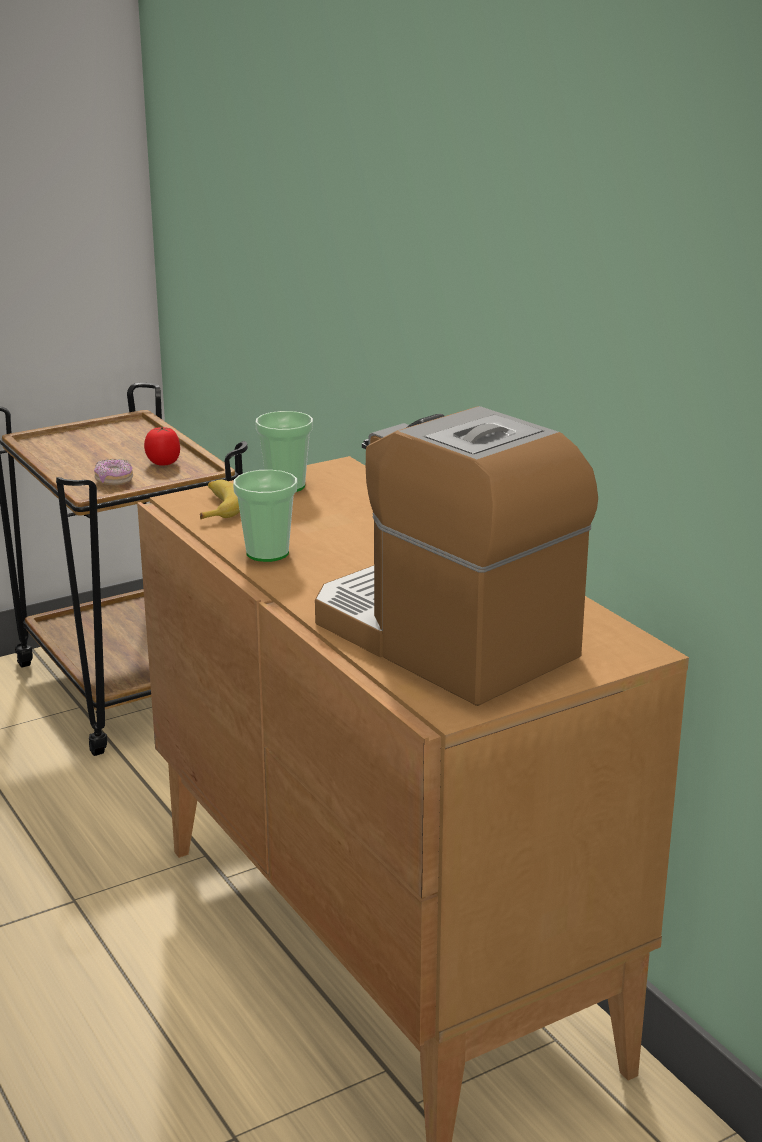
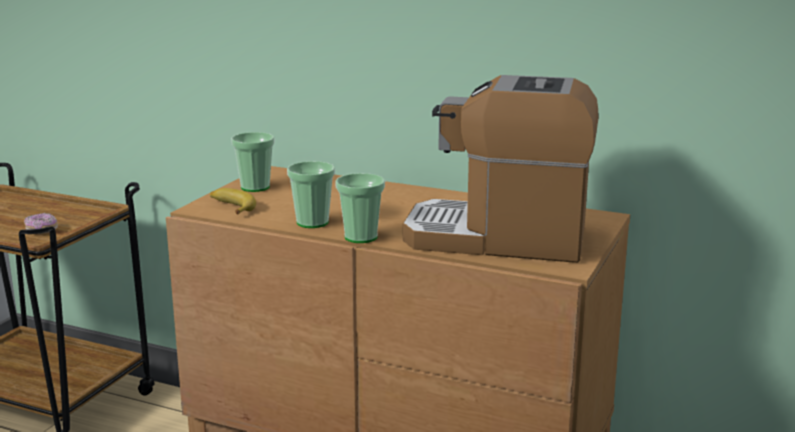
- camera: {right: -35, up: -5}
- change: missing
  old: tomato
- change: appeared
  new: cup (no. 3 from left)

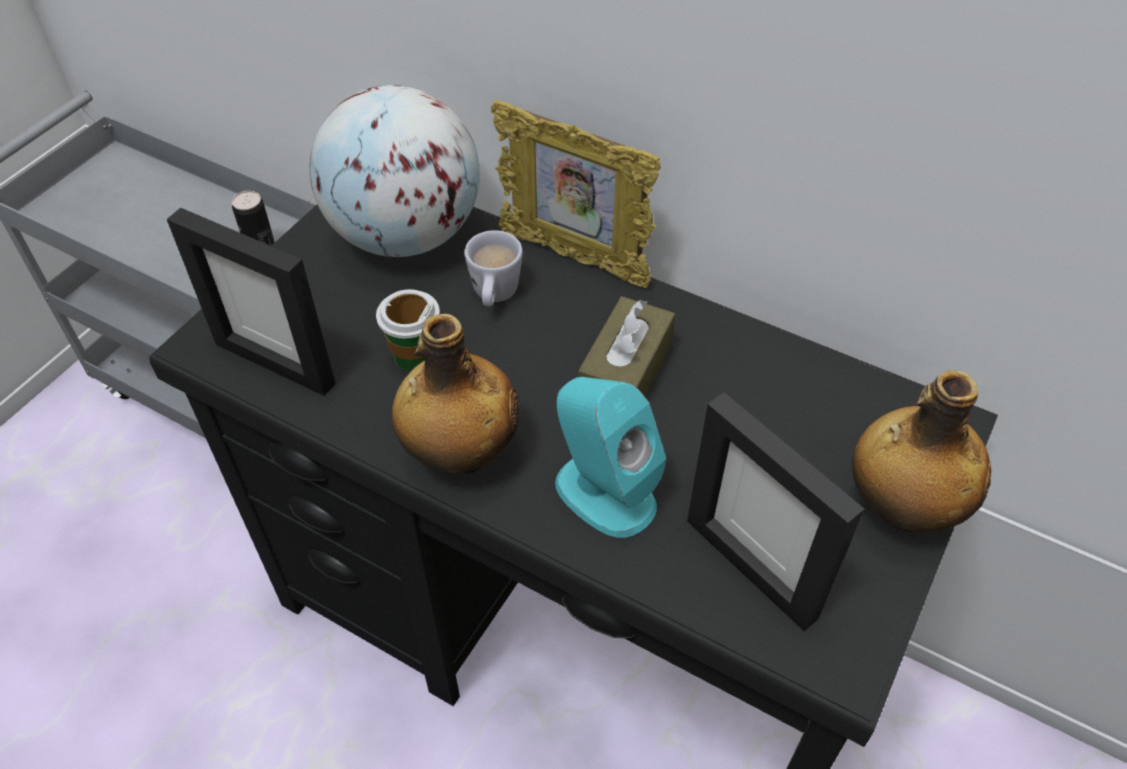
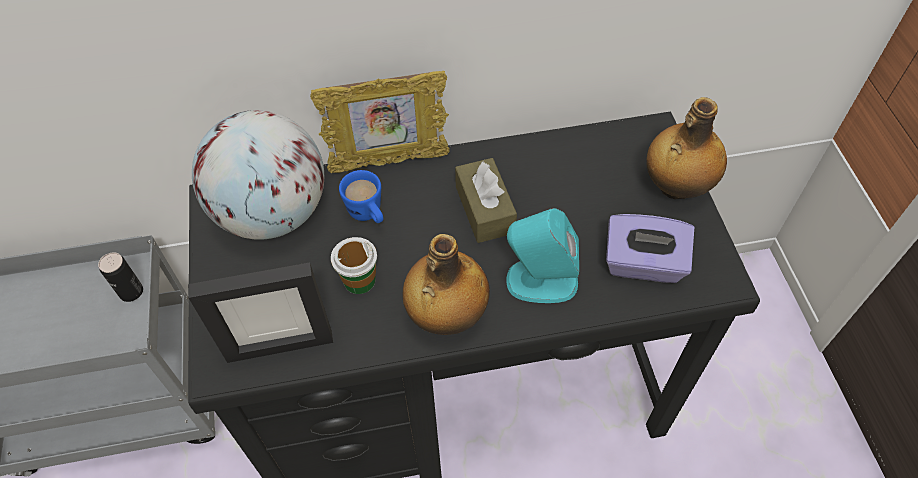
- camera: {right: -40, up: 5}
- change: colour
  old: white mug
  new: blue mug
- change: exchanged
  old: picture frame (no. 3 from left)
  new: purple tissue box

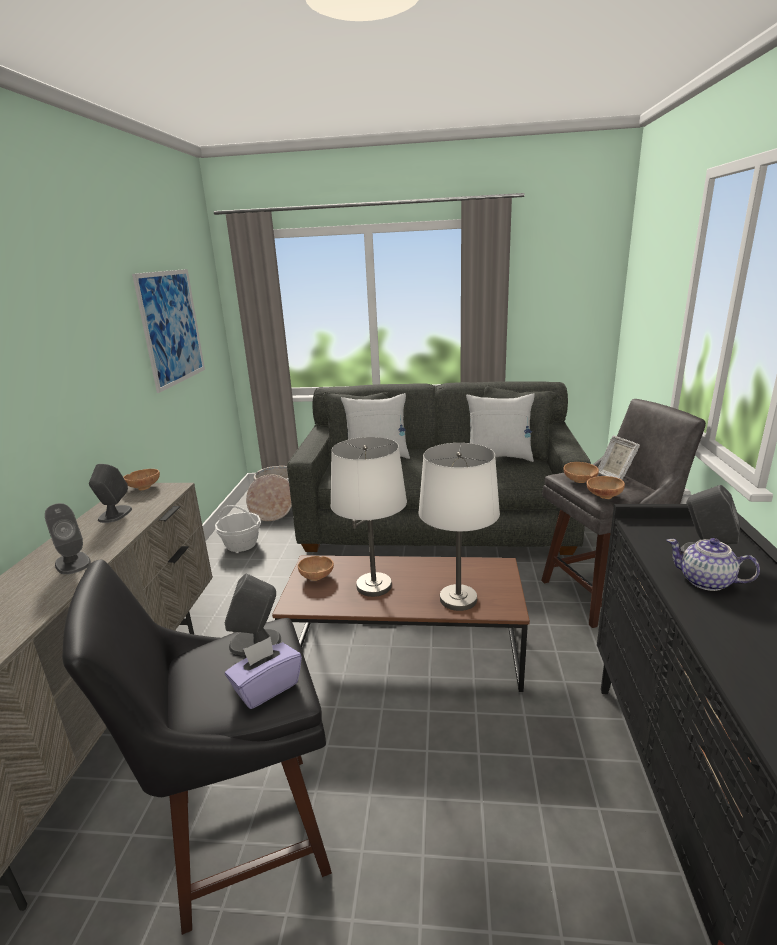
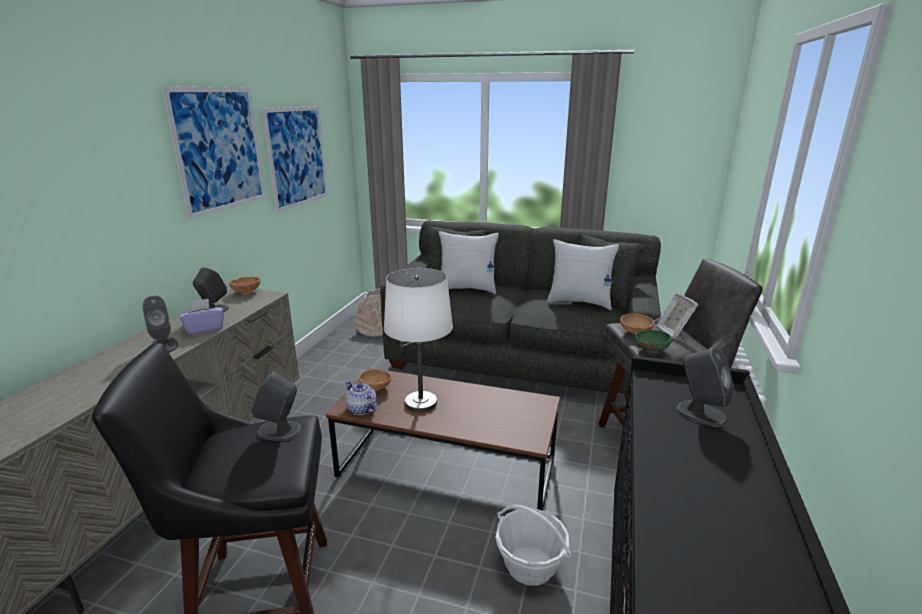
- camera: {right: 10, up: 0}
- change: relocated
  old: basket (no. 1 from left in the first image)
  new: basket (no. 2 from left)
- change: relocated
  old: purple tissue box
- change: missing
  old: white table lamp (no. 2 from left)
- change: colour
  old: brown bowl (no. 4 from left)
  new: green bowl
- change: relocated
  old: teapot
- change: appeared
  new: picture (no. 1 from left)

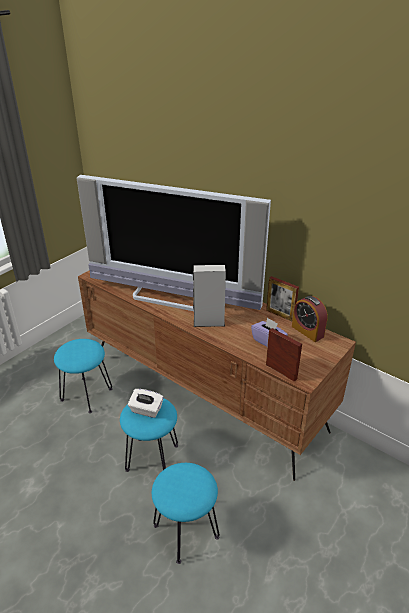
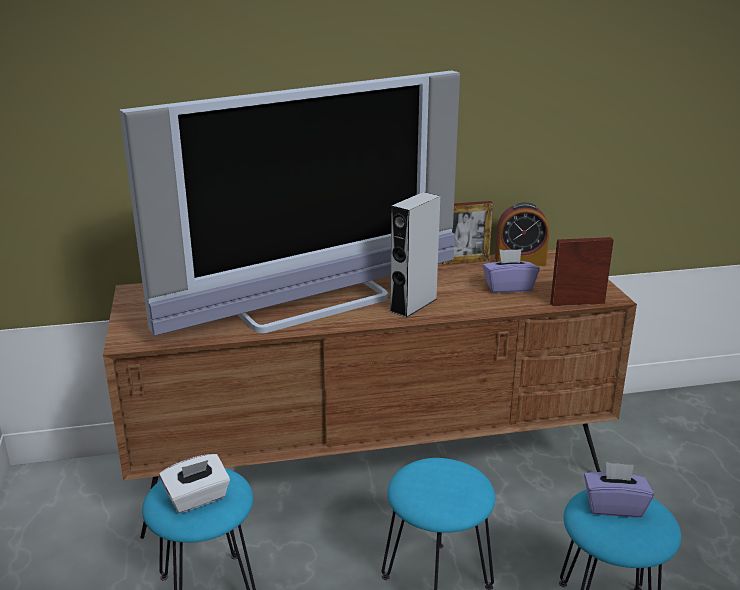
- camera: {right: -50, up: -10}
- change: relocated
  old: white tissue box
- change: appeared
  new: purple tissue box (no. 2 from left)

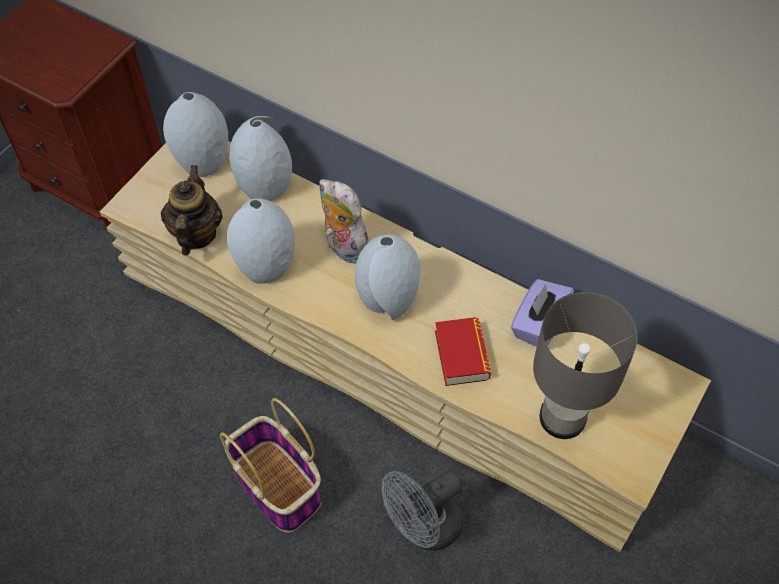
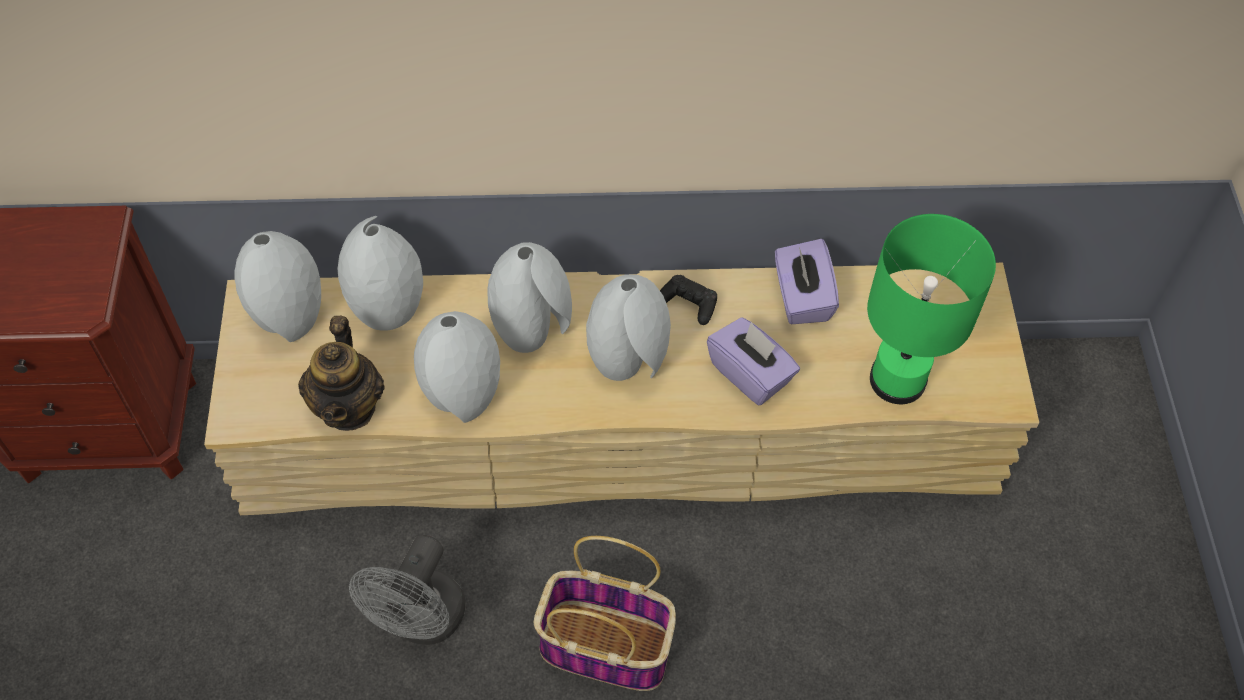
- camera: {right: -35, up: 0}
- change: spun
  old: teapot
  degrees: -150
- change: exchanged
  old: plush toy
  new: grey vase (no. 4 from left)
- change: relocated
  old: grey fan
- change: exchanged
  old: book
  new: purple tissue box (no. 1 from left)
- change: colour
  old: grey table lamp
  new: green table lamp
- change: appeared
  new: black game controller

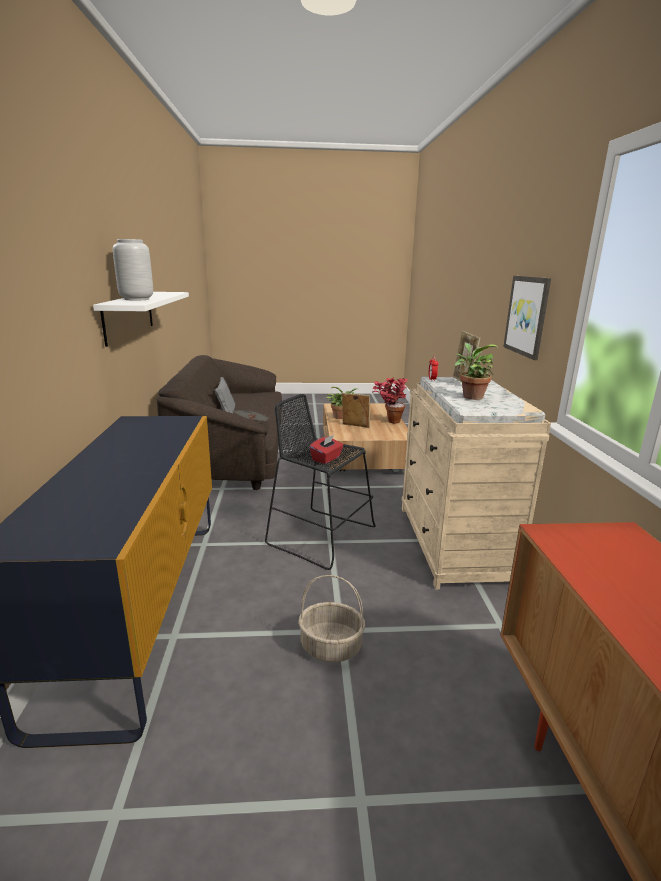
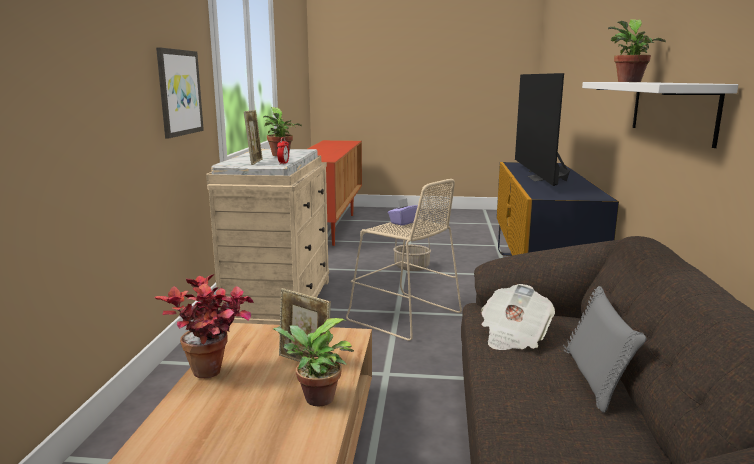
- camera: {right: -170, up: -5}
- change: exchanged
  old: grey vase
  new: potted plant (no. 4 from left)
- change: colour
  old: black stool
  new: beige stool
- change: colour
  old: red tissue box
  new: purple tissue box
- change: appeared
  new: television

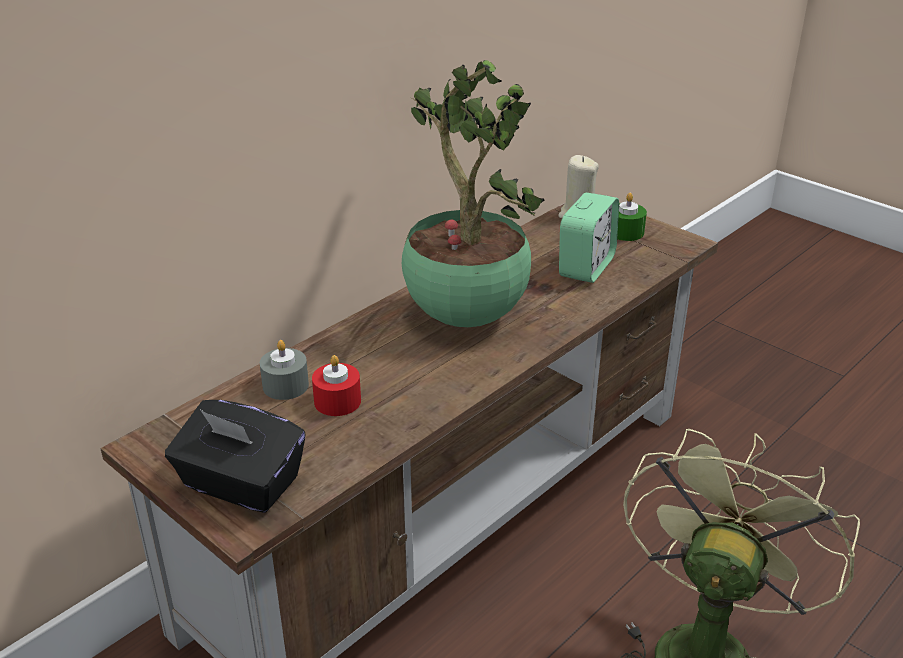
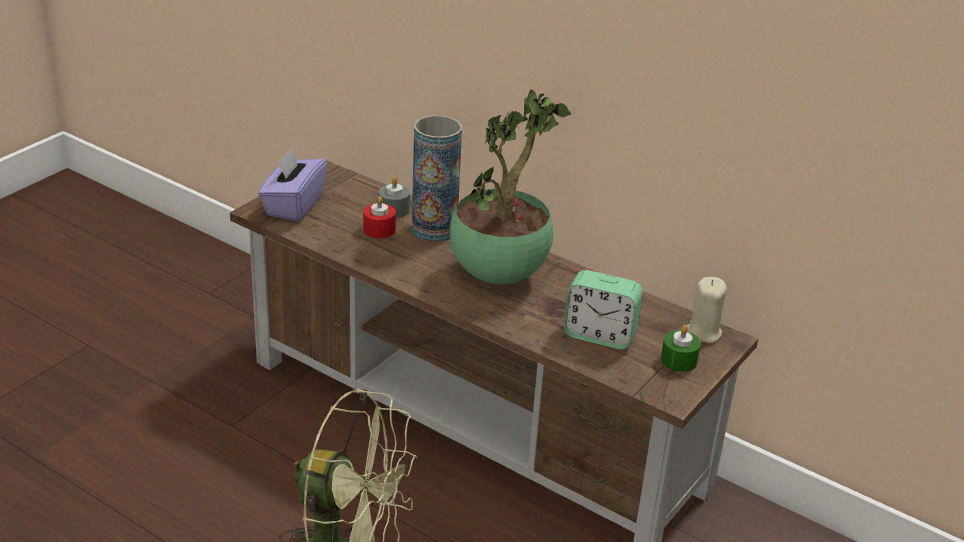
- camera: {right: 80, up: 0}
- change: colour
  old: black tissue box
  new: purple tissue box
- change: appeared
  new: vase

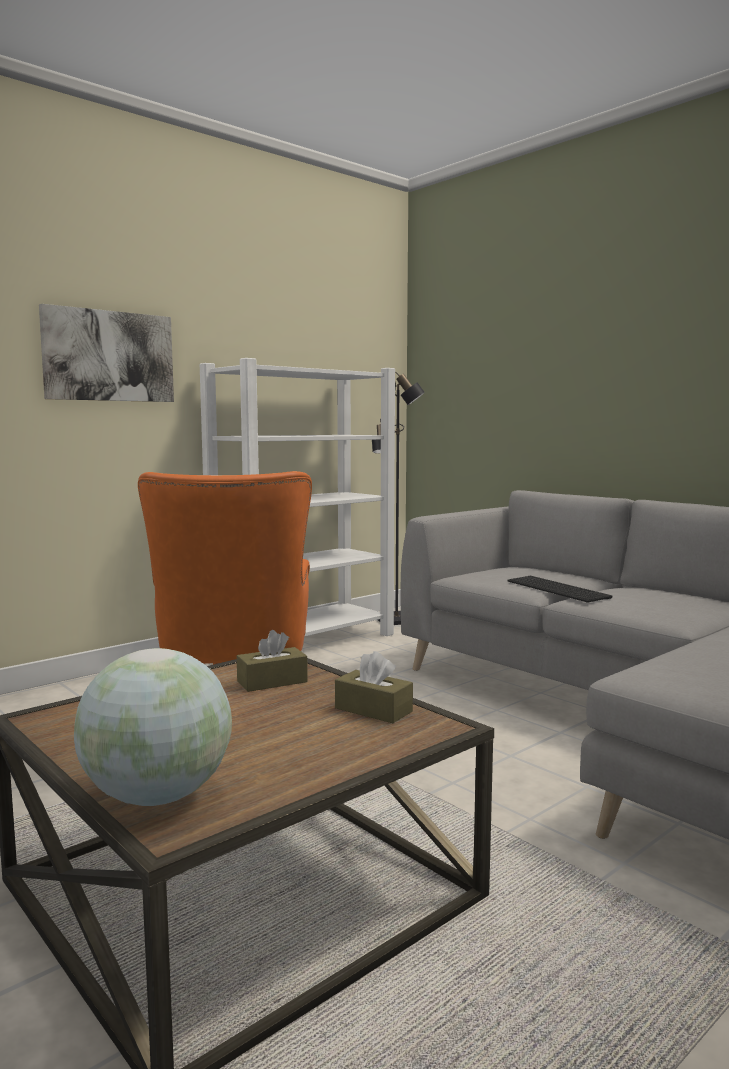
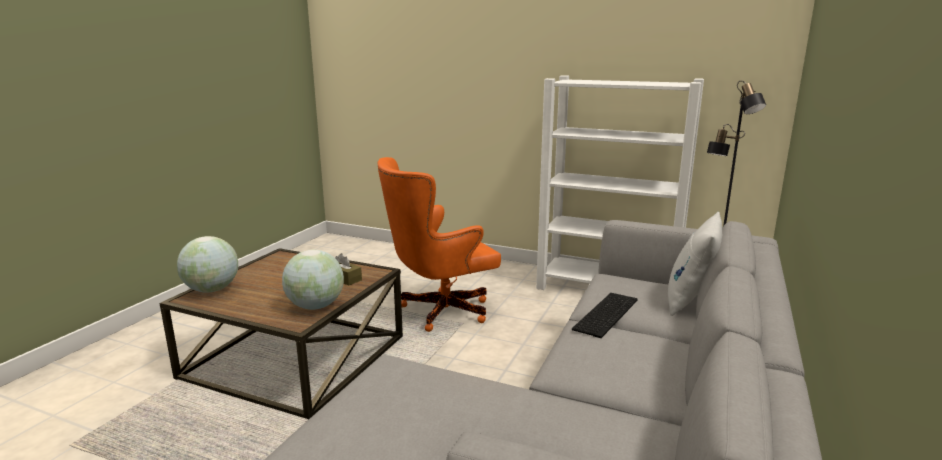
- camera: {right: 65, up: 10}
- change: missing
  old: picture
- change: exchanged
  old: brown tissue box (no. 2 from left)
  new: globe (no. 2 from left)
- change: appeared
  new: grey pillow

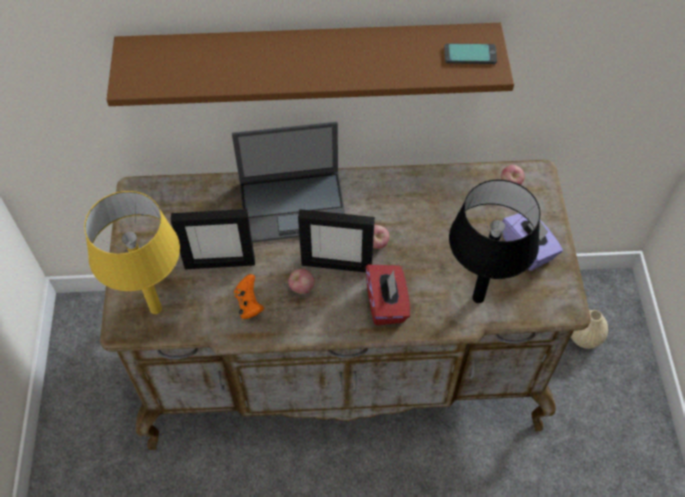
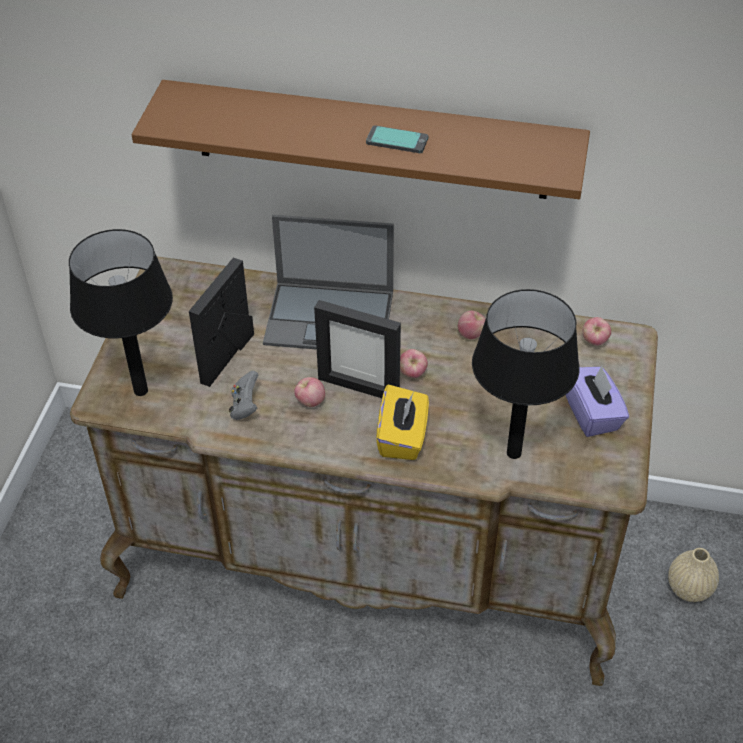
- camera: {right: 15, up: -10}
- change: colour
  old: yellow table lamp
  new: black table lamp (no. 1 from left)
- change: spun
  old: picture frame (no. 1 from left)
  degrees: 105
- change: colour
  old: orange game controller
  new: grey game controller
- change: colour
  old: red tissue box
  new: yellow tissue box
- change: relocated
  old: phone
- change: appeared
  new: apple (no. 3 from left)

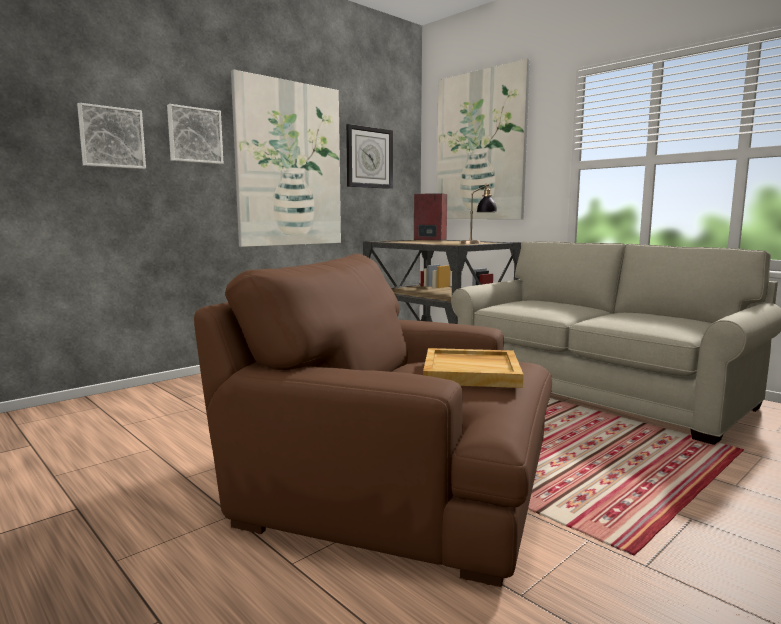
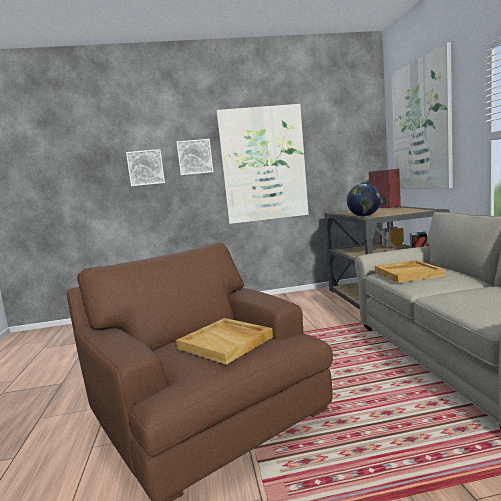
- camera: {right: 35, up: 0}
- change: missing
  old: wall clock
- change: missing
  old: table lamp
- change: appeared
  new: globe
- change: appeared
  new: beige tray (no. 2 from left)

